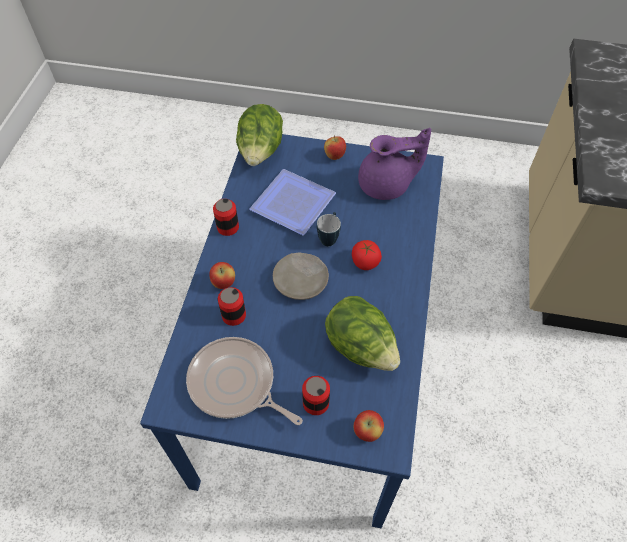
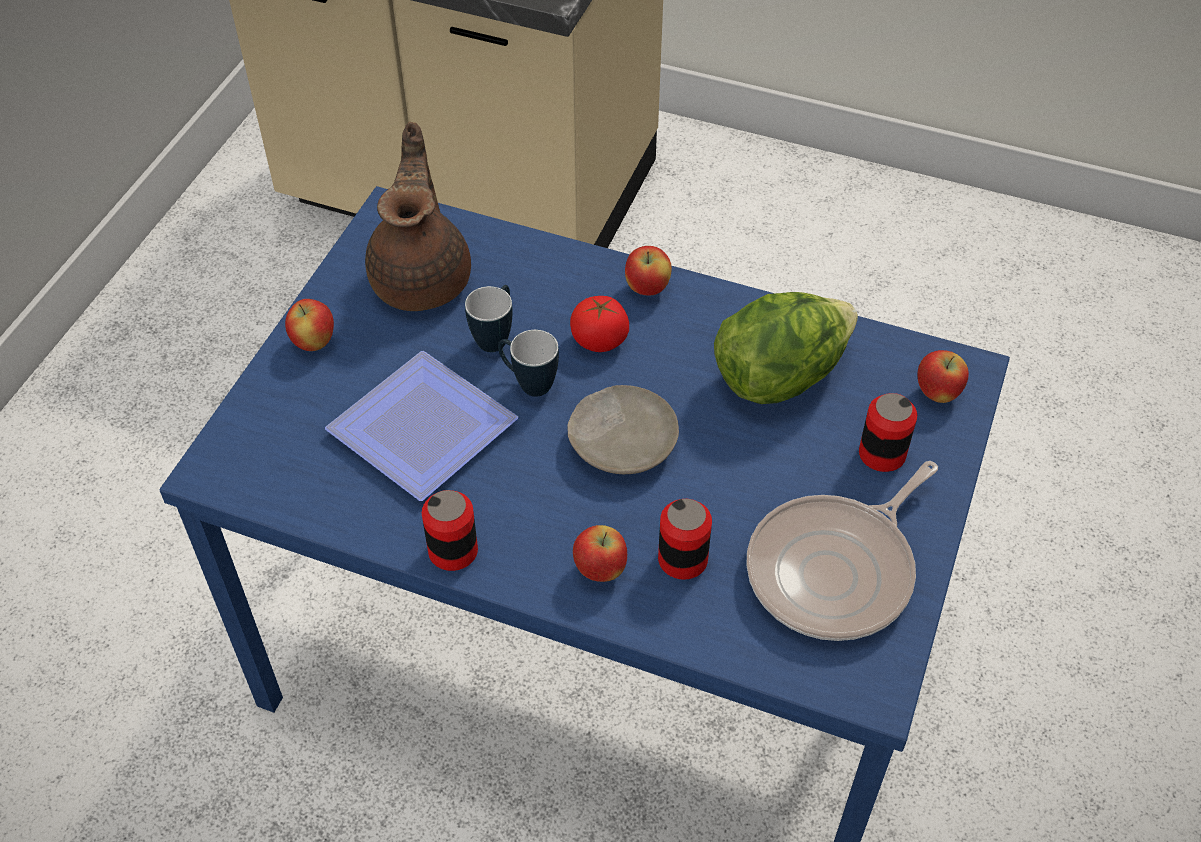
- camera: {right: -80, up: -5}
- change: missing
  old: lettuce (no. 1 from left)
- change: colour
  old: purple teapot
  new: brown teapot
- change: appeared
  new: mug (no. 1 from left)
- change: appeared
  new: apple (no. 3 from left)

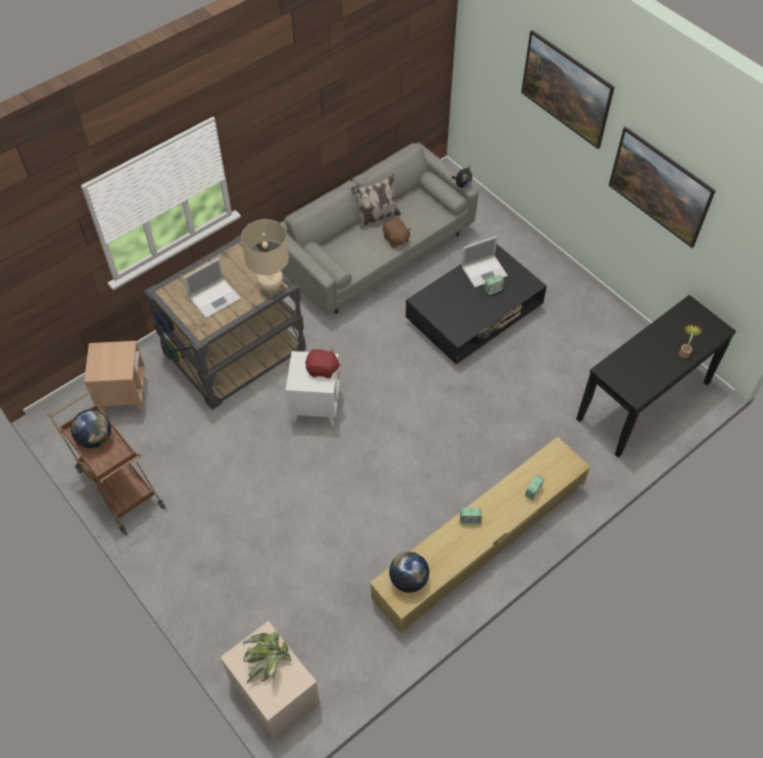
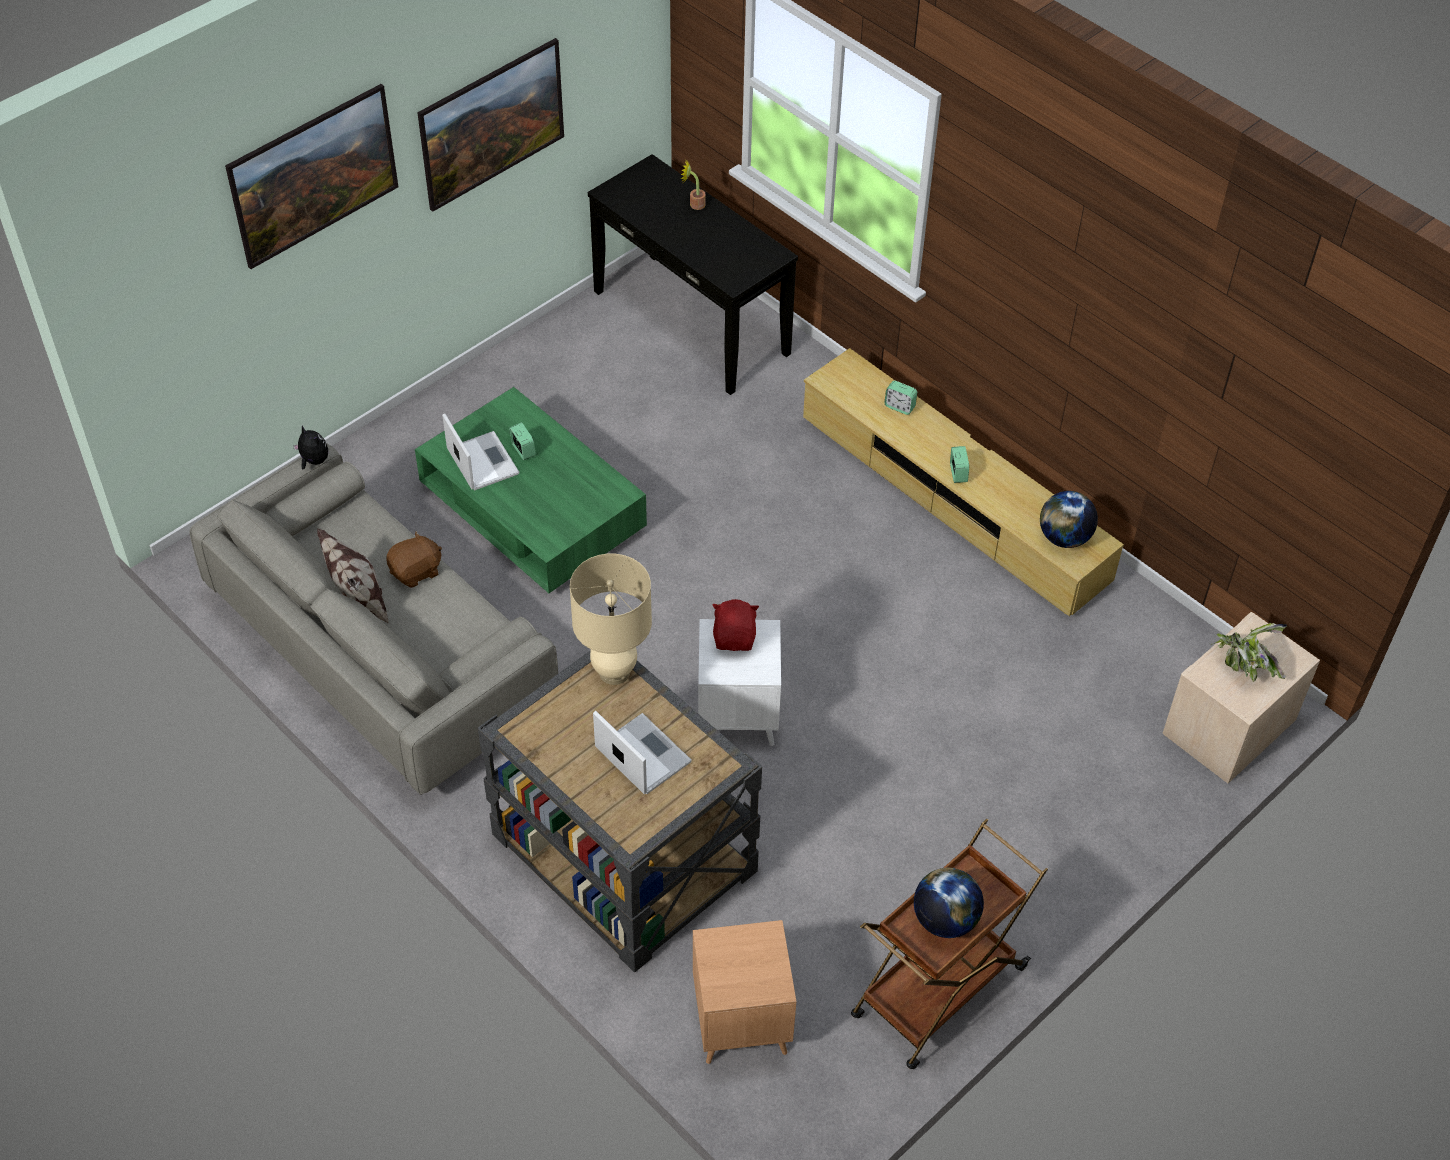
- camera: {right: -95, up: -5}
- change: colour
  old: black coffee table
  new: green coffee table

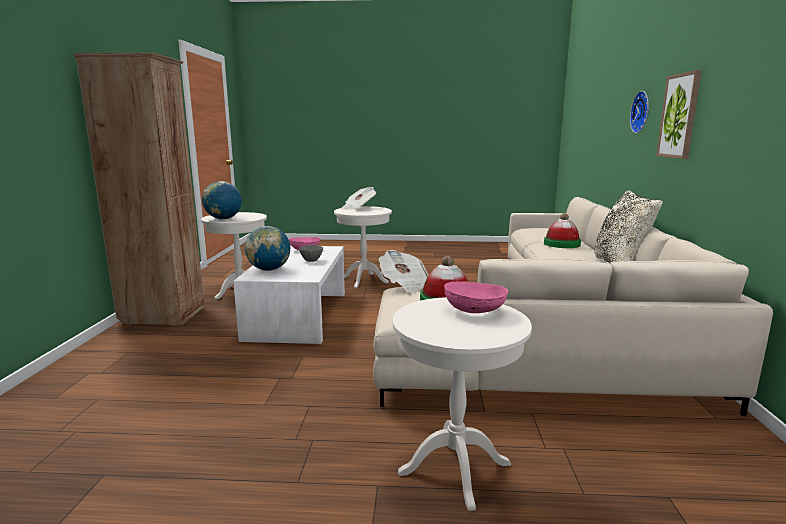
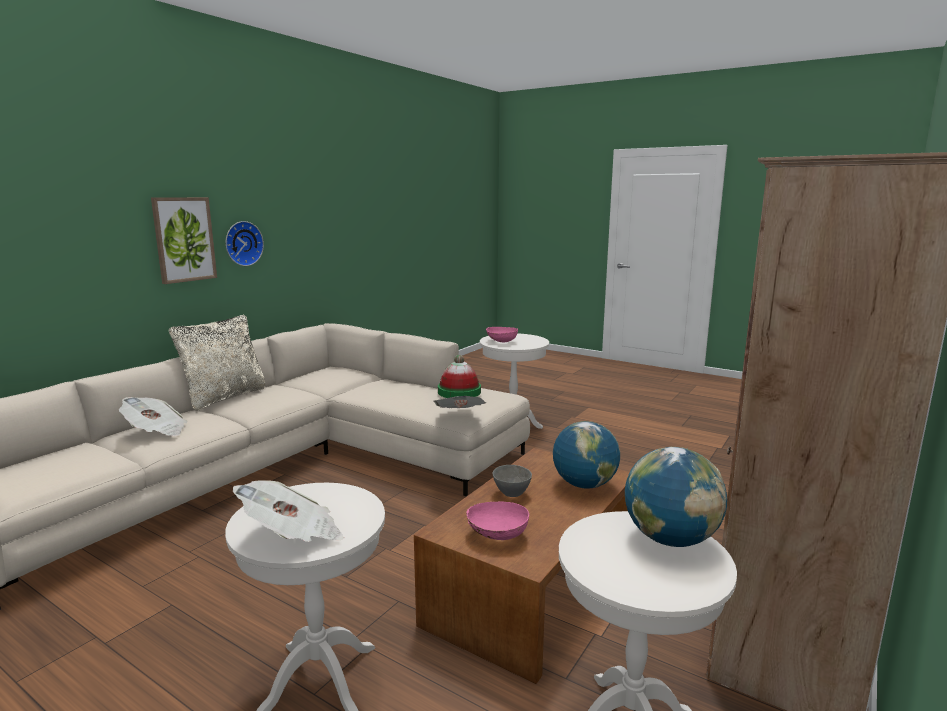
- camera: {right: -150, up: 0}
- change: colour
  old: white coffee table
  new: brown coffee table
- change: exchanged
  old: hat (no. 2 from left)
  new: newspaper (no. 1 from left)
- change: relocated
  old: wall clock

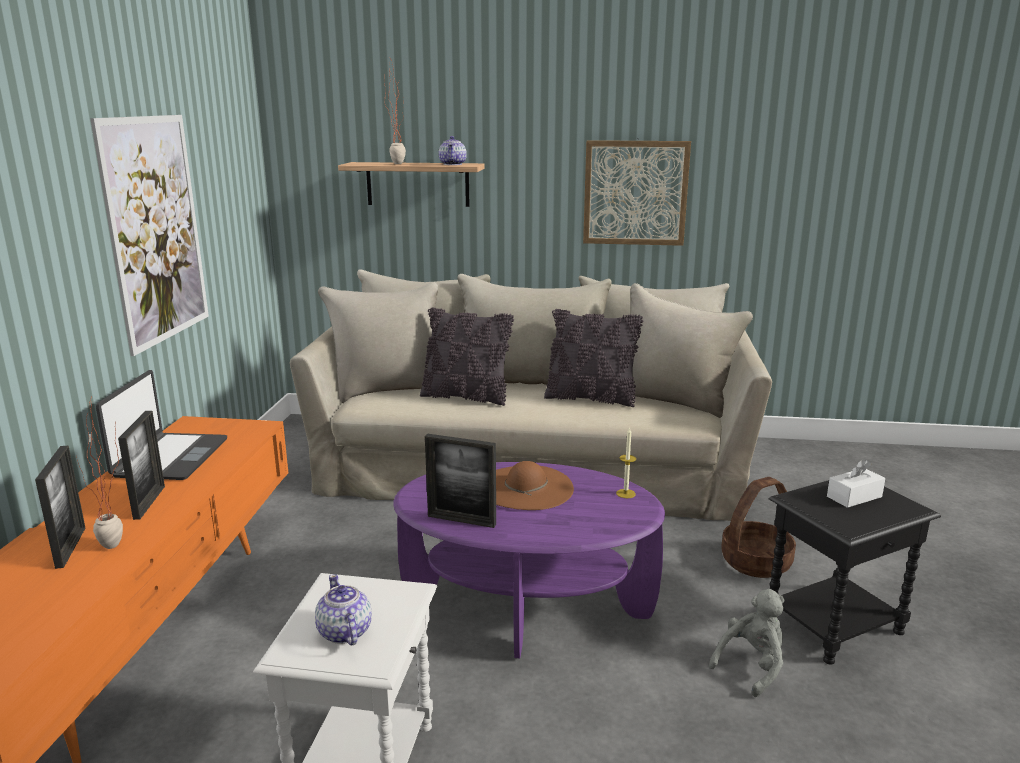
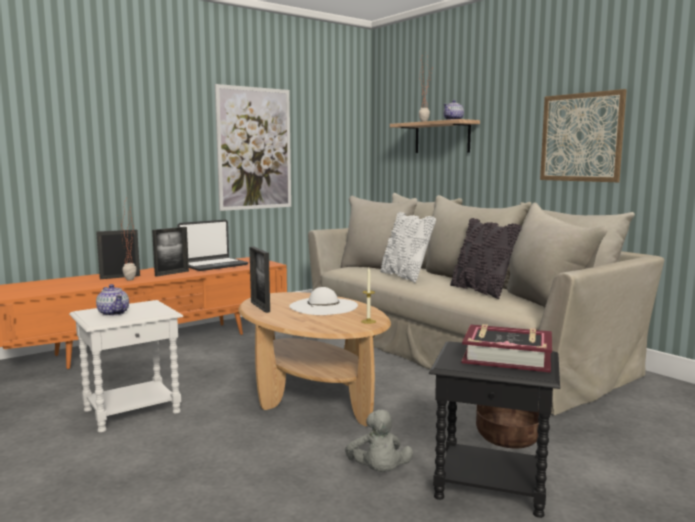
- camera: {right: 45, up: -10}
- change: spun
  old: picture frame (no. 1 from left)
  degrees: -150
- change: spun
  old: teapot (no. 1 from left)
  degrees: 120
- change: colour
  old: purple coffee table
  new: brown coffee table
- change: colour
  old: black pillow (no. 1 from left)
  new: white pillow
- change: colour
  old: brown hat
  new: white hat
- change: spun
  old: grey plush toy
  degrees: 75
- change: exchanged
  old: white tissue box
  new: book

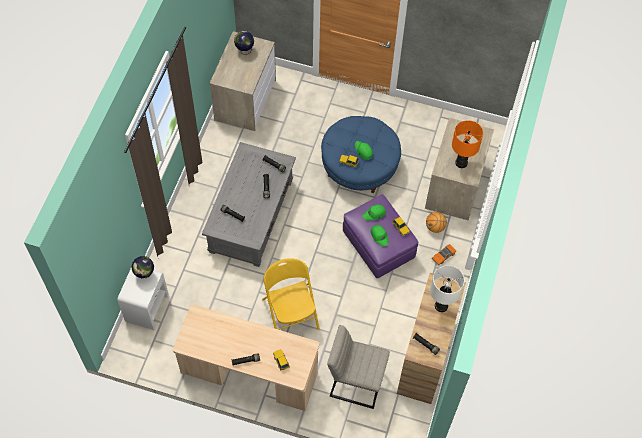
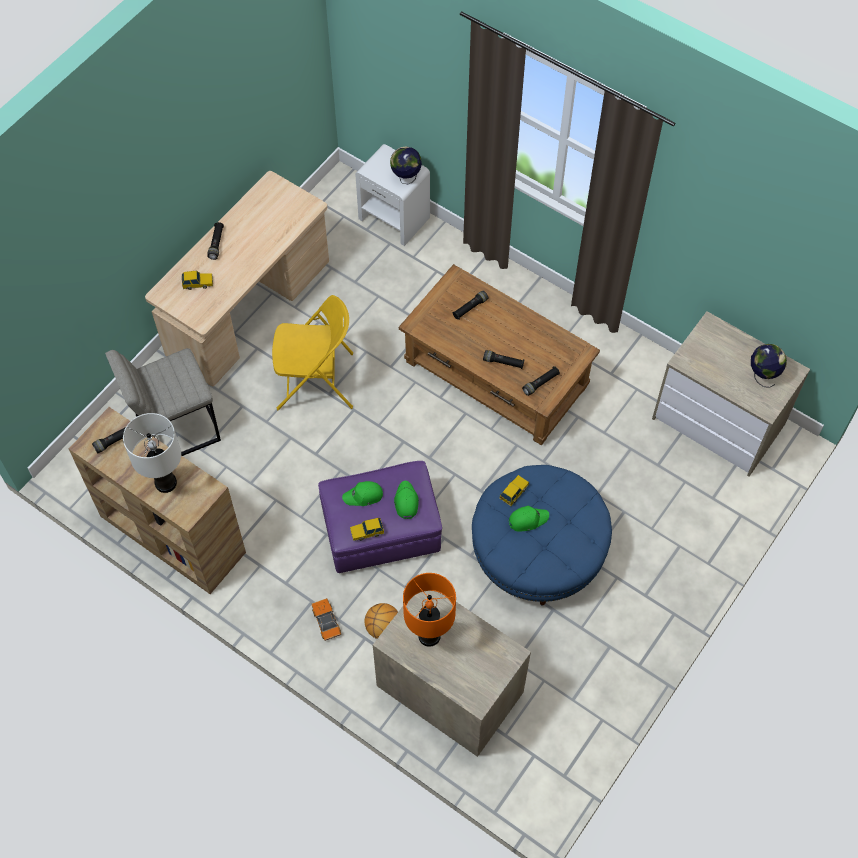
- camera: {right: 110, up: 0}
- change: colour
  old: grey coffee table
  new: brown coffee table
- change: spun
  old: grey chair
  degrees: -150

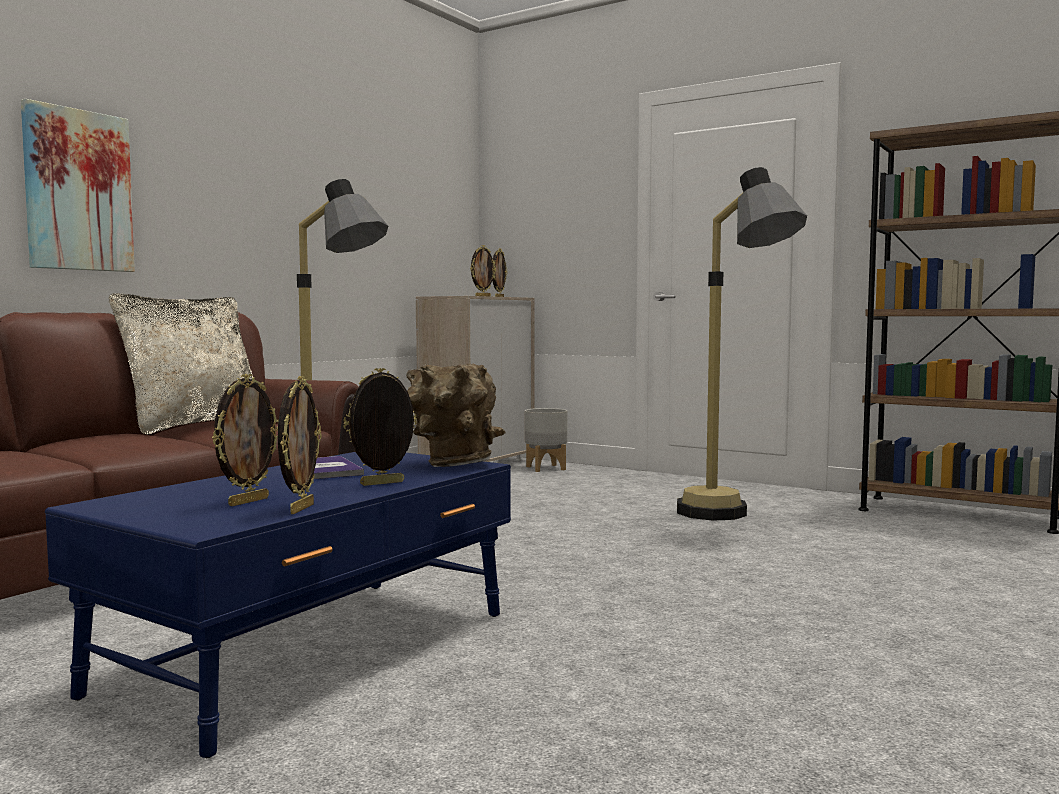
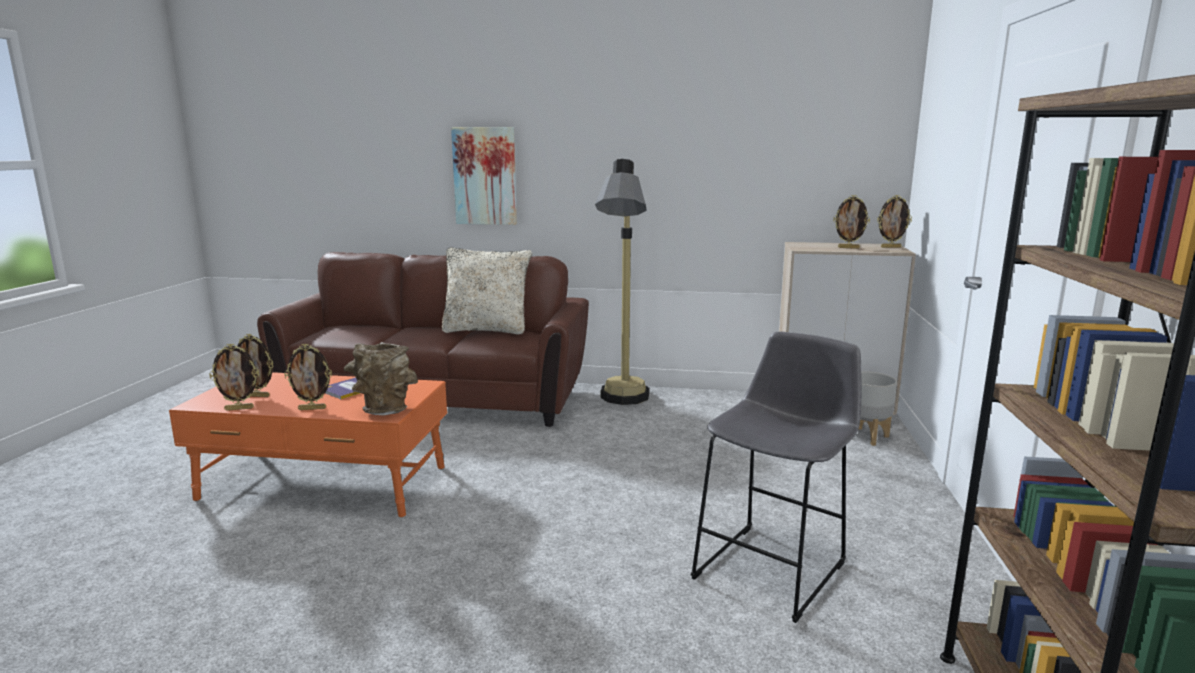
- camera: {right: 65, up: 10}
- change: colour
  old: blue coffee table
  new: orange coffee table
- change: spun
  old: picture frame (no. 3 from left)
  degrees: 135
- change: exchanged
  old: floor lamp (no. 2 from left)
  new: grey stool

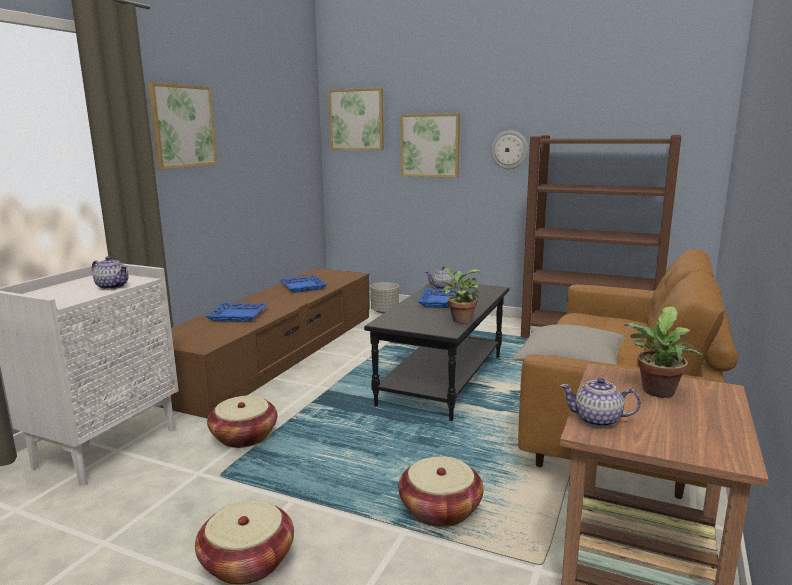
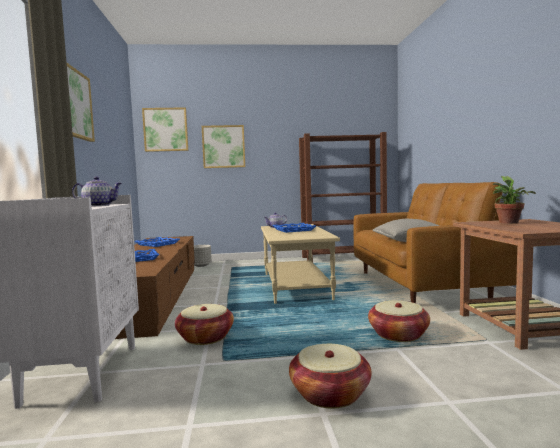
- camera: {right: -30, up: -10}
- change: colour
  old: black coffee table
  new: beige coffee table
- change: missing
  old: potted plant (no. 1 from left)
- change: missing
  old: wall clock
- change: missing
  old: teapot (no. 3 from left)

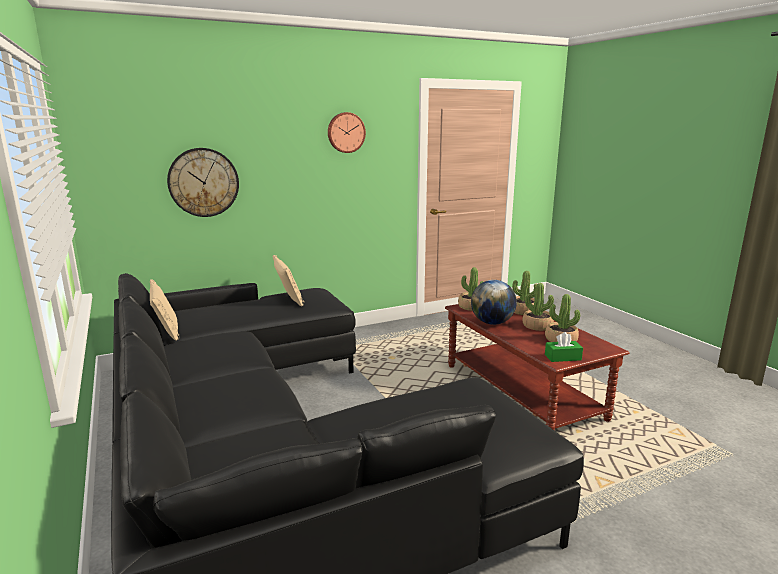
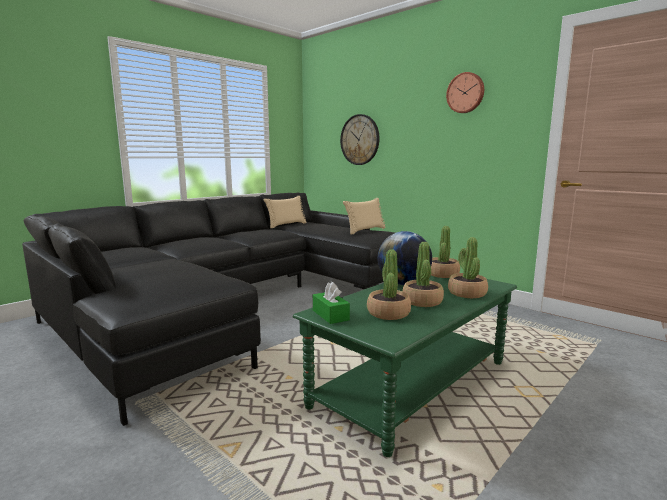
- camera: {right: 70, up: -5}
- change: colour
  old: brown coffee table
  new: green coffee table

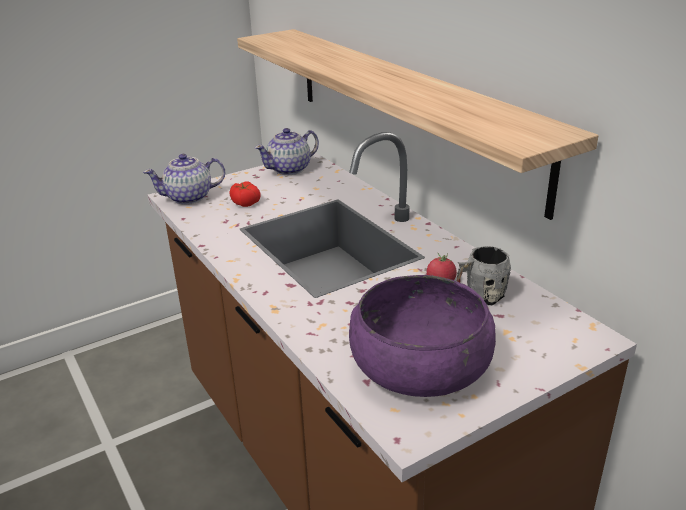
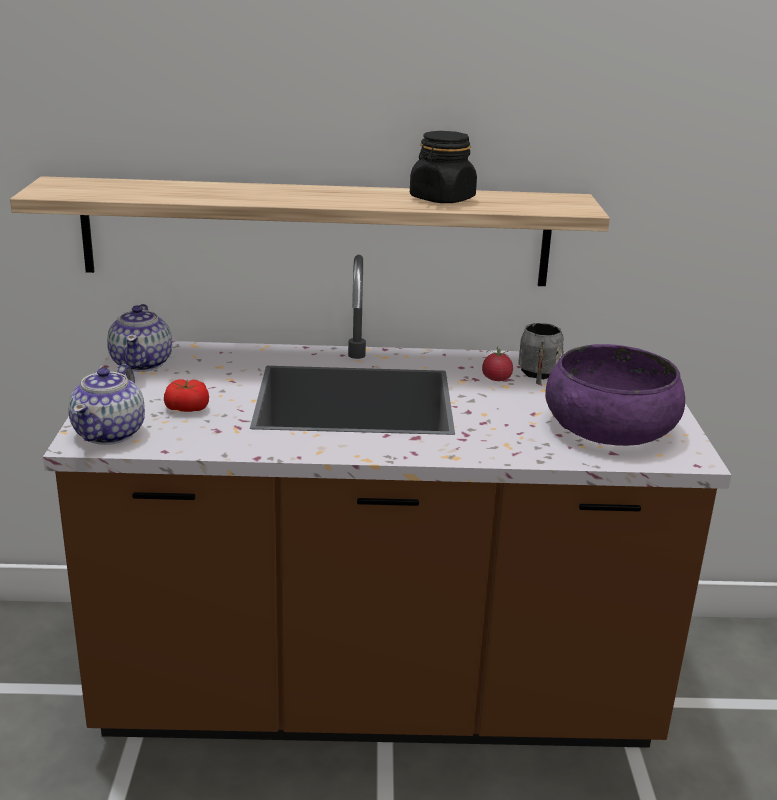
- camera: {right: -60, up: -5}
- change: appeared
  new: black jar

